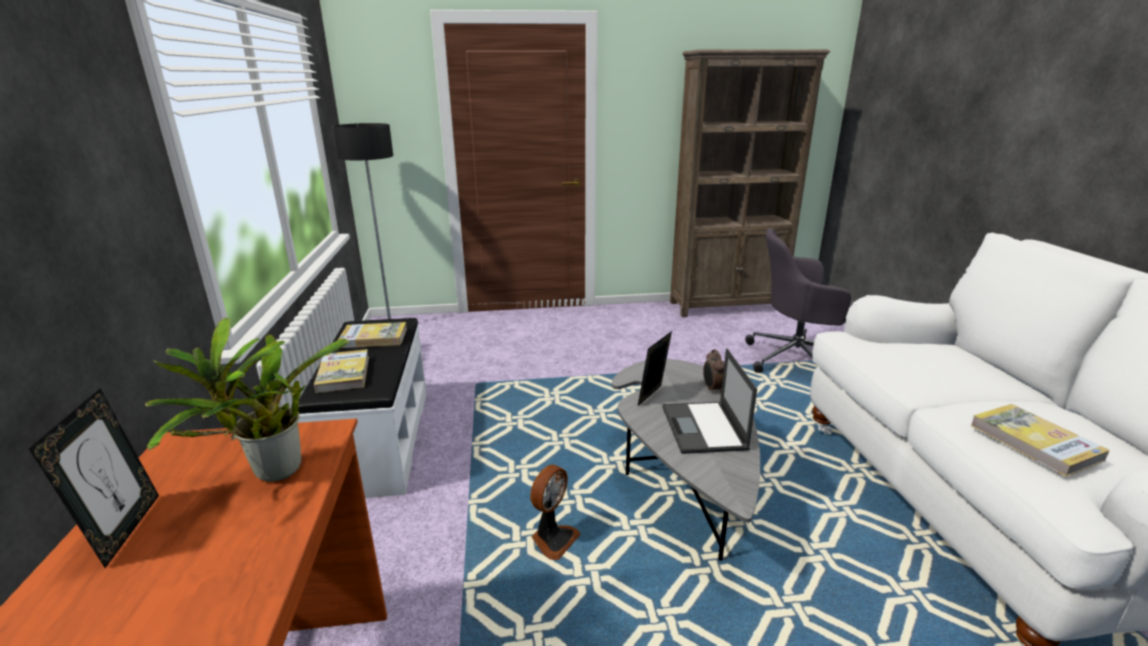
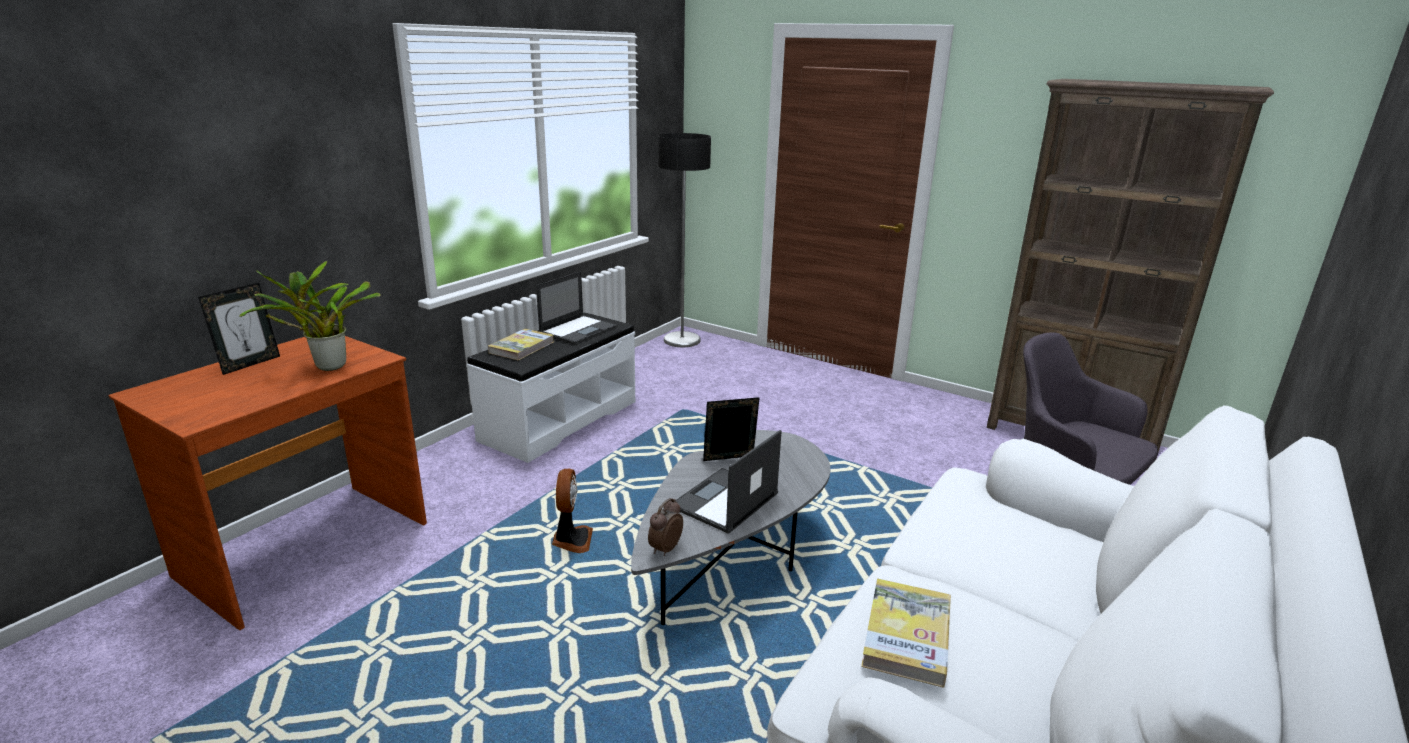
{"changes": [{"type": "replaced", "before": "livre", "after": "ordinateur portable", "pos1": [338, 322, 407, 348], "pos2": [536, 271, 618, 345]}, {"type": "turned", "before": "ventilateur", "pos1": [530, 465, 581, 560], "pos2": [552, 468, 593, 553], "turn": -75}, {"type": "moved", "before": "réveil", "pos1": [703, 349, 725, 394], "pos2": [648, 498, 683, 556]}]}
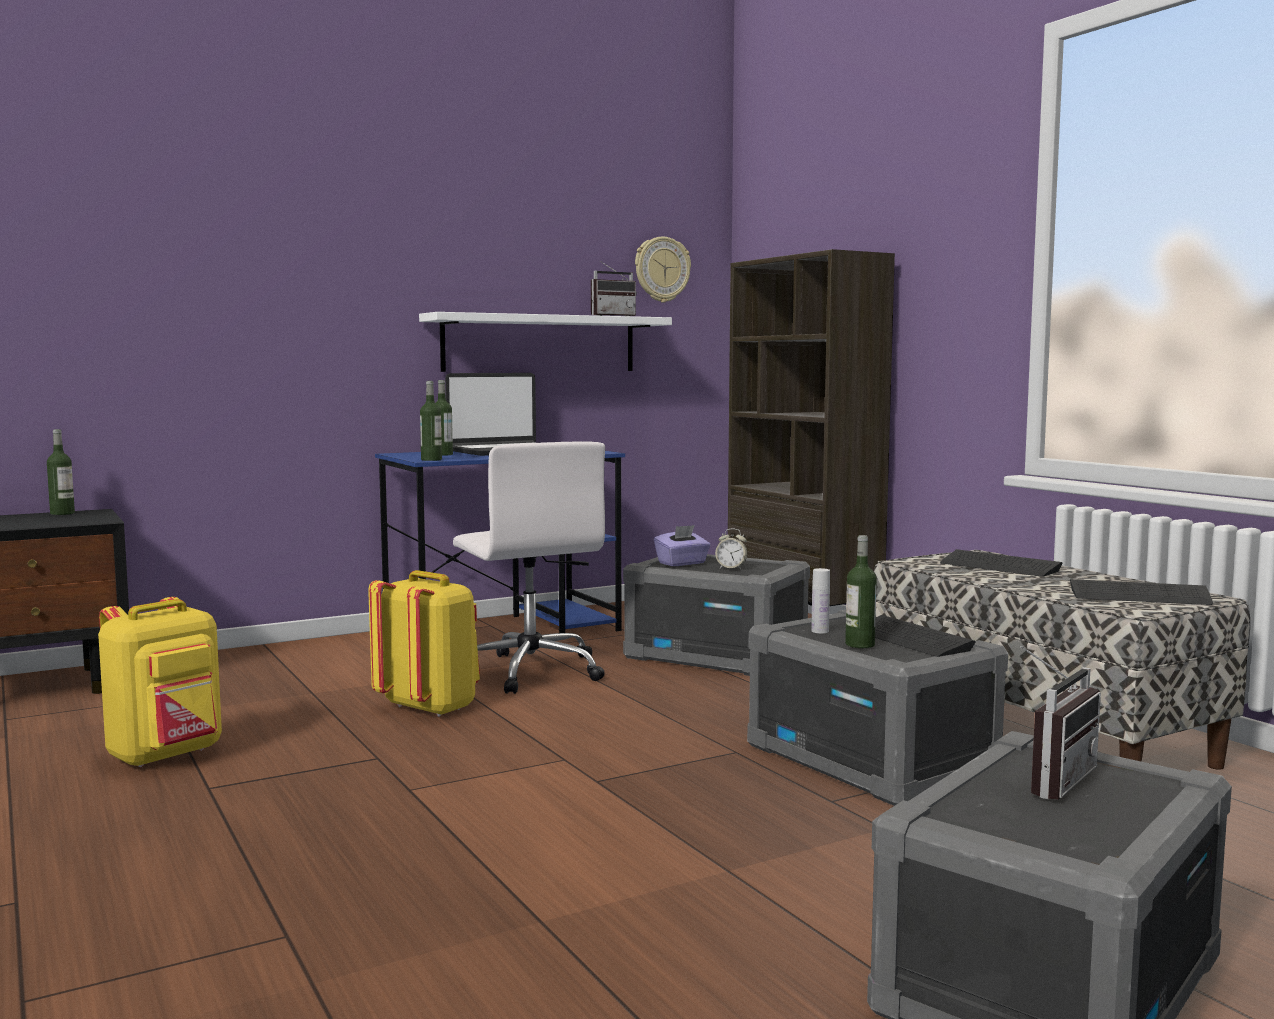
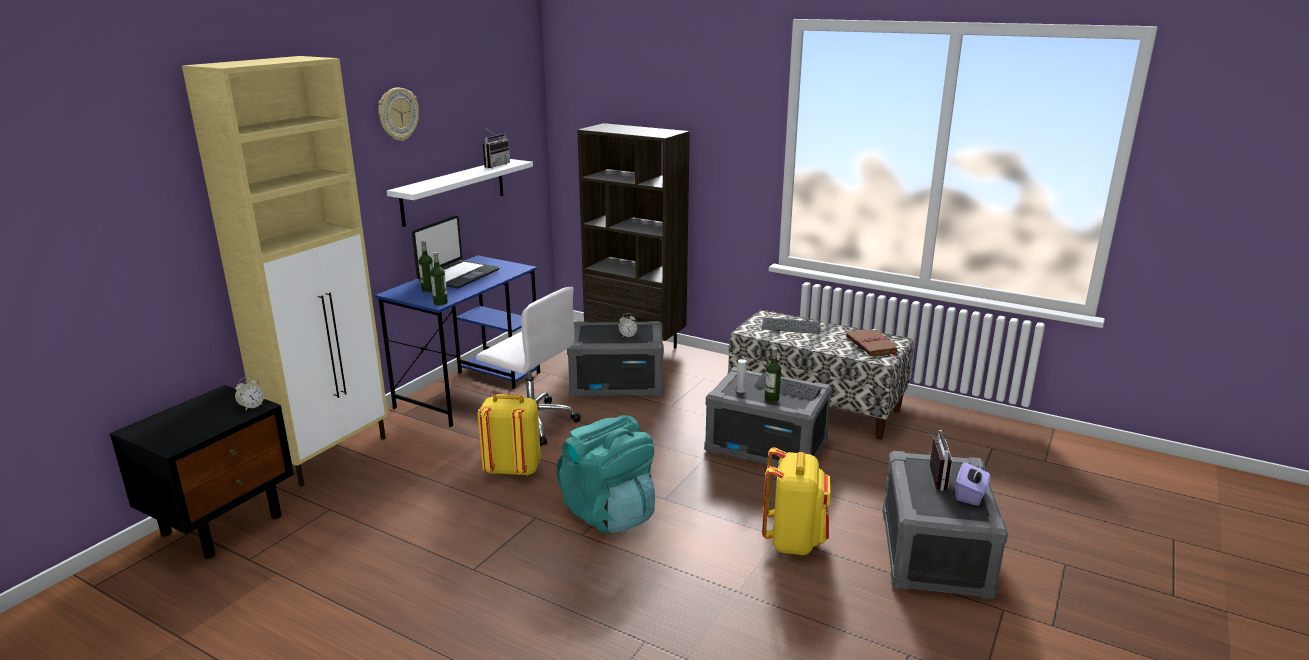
{"changes": [{"type": "removed", "before": "bouteille", "pos1": [47, 429, 75, 515]}, {"type": "moved", "before": "sac à dos (jaune)", "pos1": [98, 597, 222, 767], "pos2": [762, 447, 830, 555]}, {"type": "moved", "before": "horloge murale", "pos1": [635, 237, 691, 302], "pos2": [378, 87, 419, 141]}, {"type": "moved", "before": "boîte à mouchoirs (violet)", "pos1": [654, 525, 710, 566], "pos2": [956, 462, 990, 506]}, {"type": "replaced", "before": "clavier", "after": "livre (marron)", "pos1": [1070, 579, 1213, 605], "pos2": [846, 329, 900, 356]}, {"type": "added", "after": "meuble de rangement (beige)", "pos2": [182, 56, 388, 487]}, {"type": "added", "after": "réveil", "pos2": [235, 376, 264, 410]}, {"type": "added", "after": "sac à dos (turquoise)", "pos2": [557, 415, 655, 534]}]}
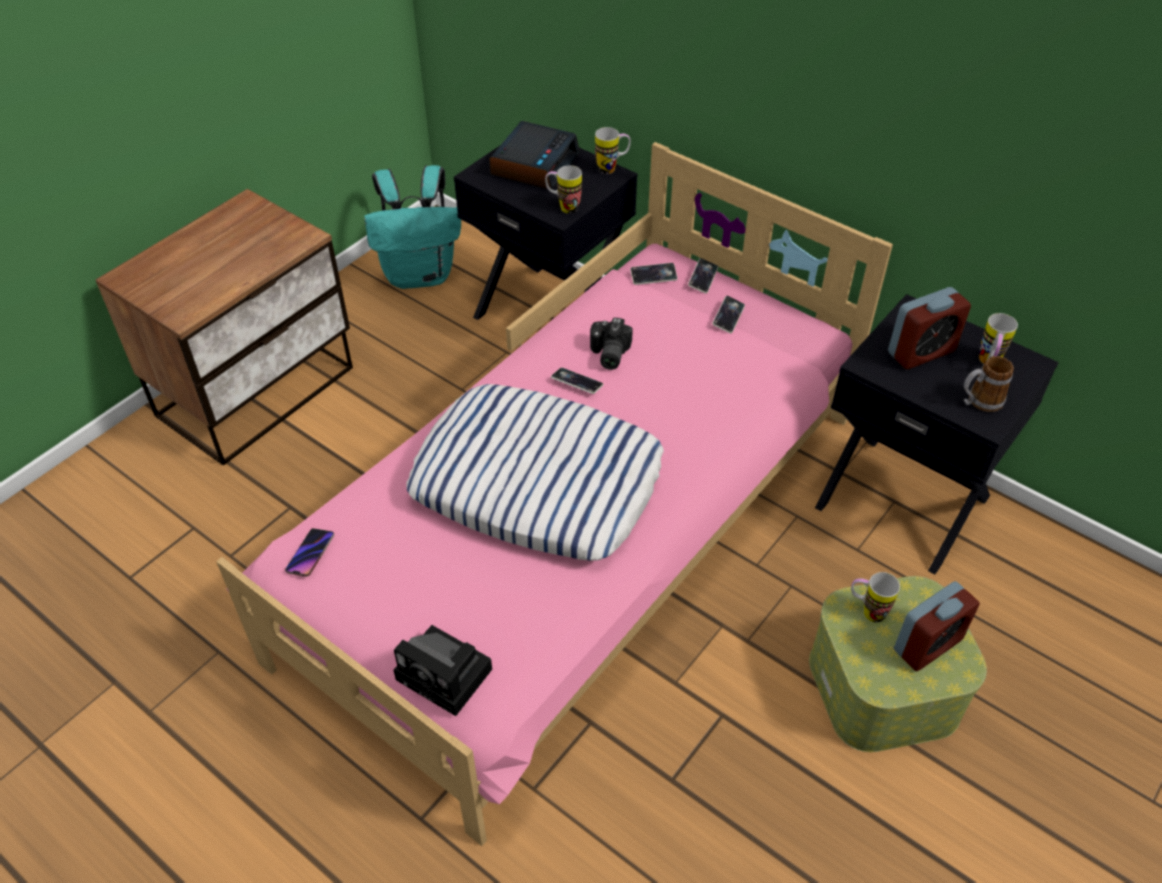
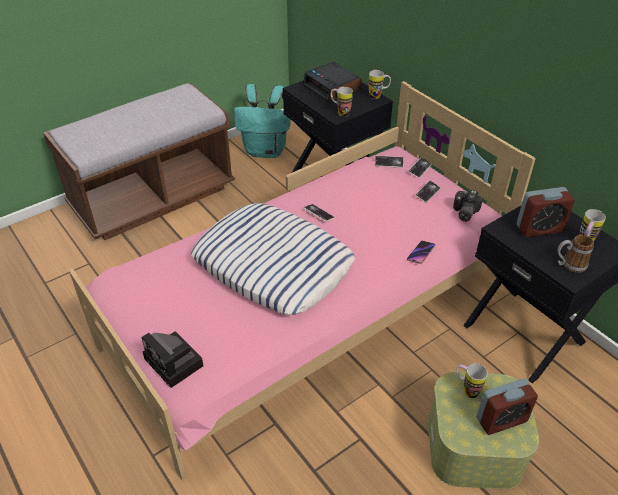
{"changes": [{"type": "replaced", "before": "table de chevet", "after": "banc (marron)", "pos1": [96, 189, 353, 466], "pos2": [44, 83, 235, 240]}, {"type": "moved", "before": "téléphone", "pos1": [285, 528, 334, 577], "pos2": [407, 241, 435, 264]}, {"type": "turned", "before": "réveil", "pos1": [489, 121, 580, 189], "pos2": [303, 62, 362, 102], "turn": 105}, {"type": "moved", "before": "appareil photo", "pos1": [590, 317, 633, 370], "pos2": [453, 190, 483, 222]}]}
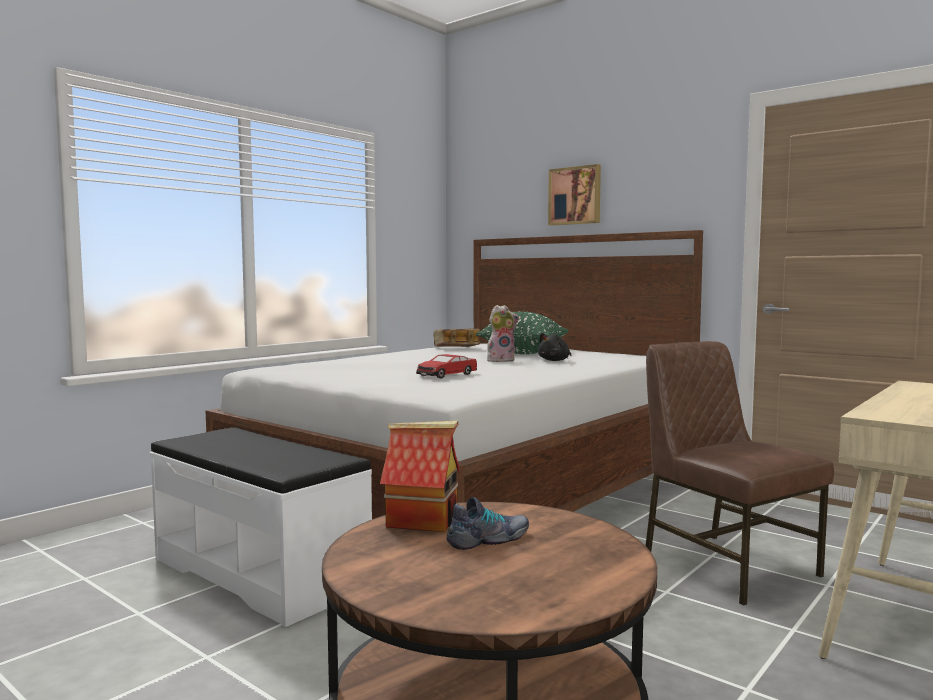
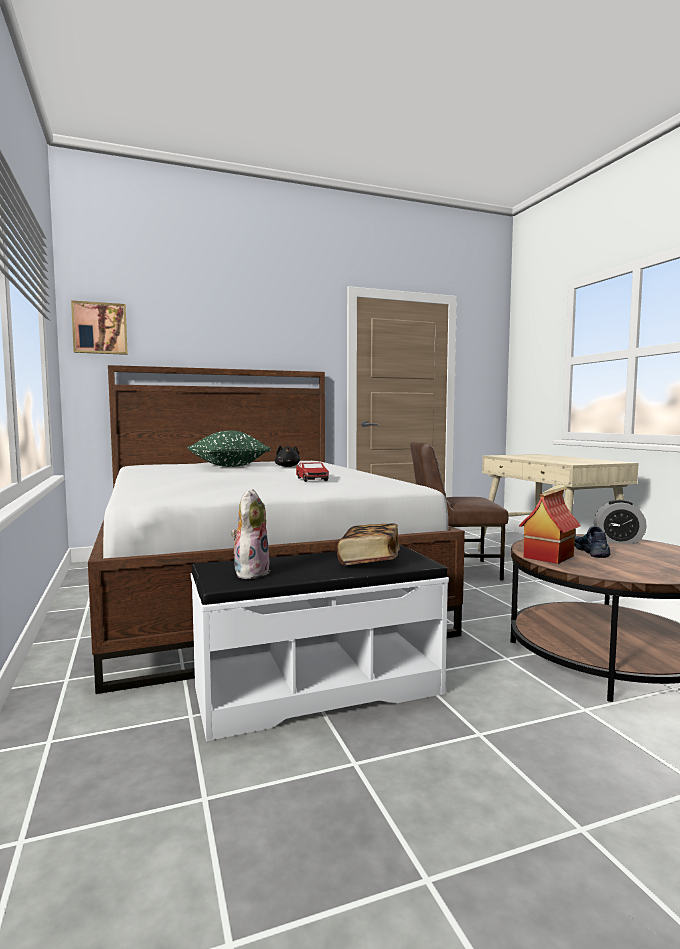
{"changes": [{"type": "moved", "before": "livre", "pos1": [433, 328, 481, 347], "pos2": [337, 523, 400, 565]}, {"type": "moved", "before": "peluche", "pos1": [487, 305, 519, 362], "pos2": [231, 489, 270, 579]}, {"type": "moved", "before": "tableau", "pos1": [548, 164, 601, 225], "pos2": [71, 300, 128, 355]}, {"type": "added", "after": "réveil", "pos2": [594, 500, 647, 544]}]}
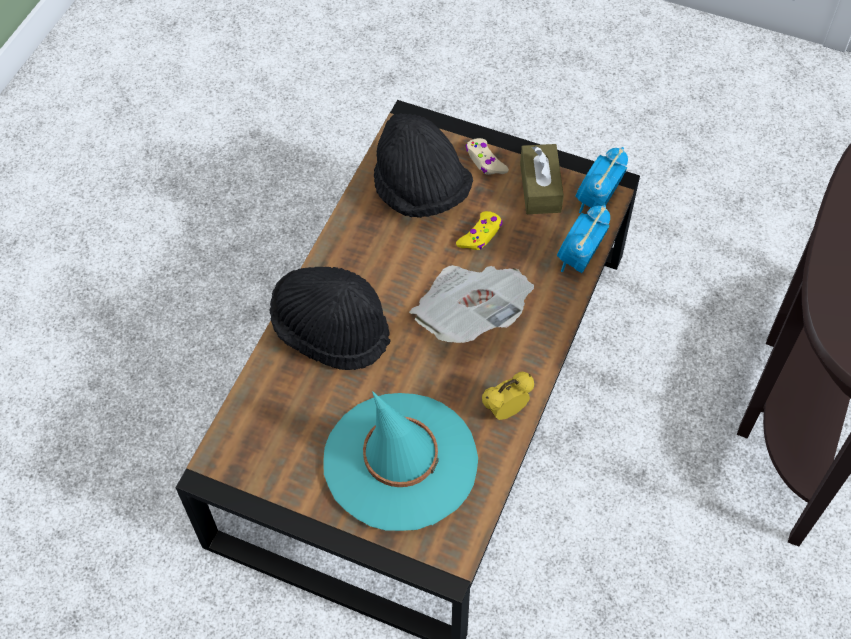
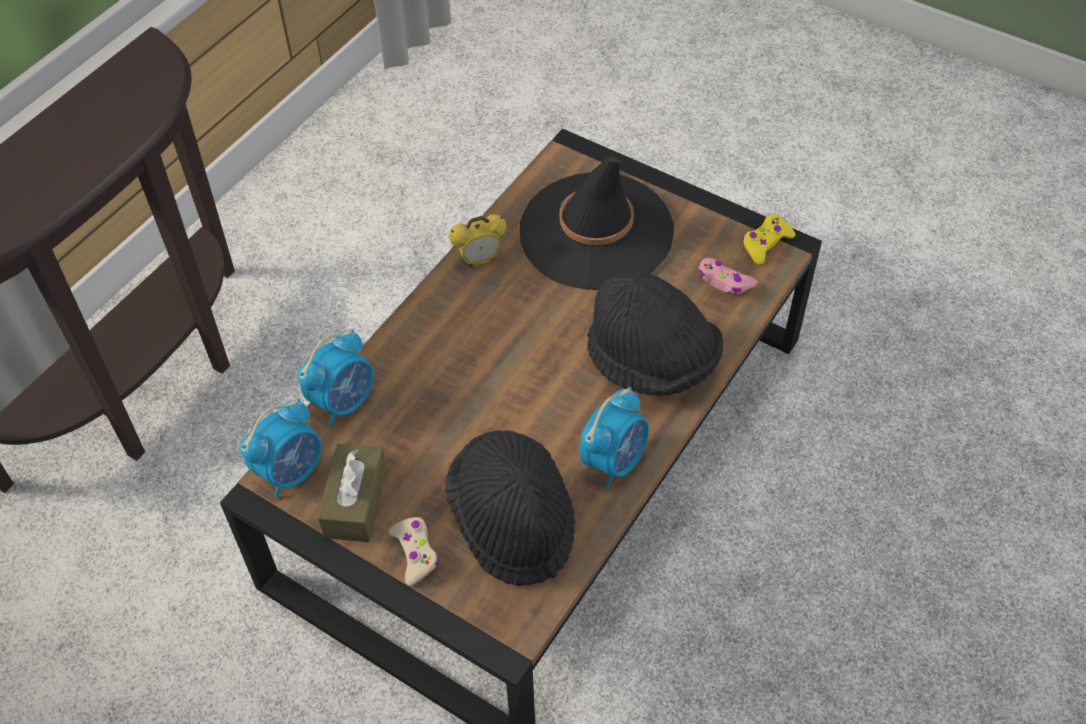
{"changes": [{"type": "recoloured", "before": "chapeau (turquoise)", "after": "chapeau (noir)", "pos1": [323, 391, 478, 531], "pos2": [520, 155, 674, 290]}, {"type": "removed", "before": "journal", "pos1": [409, 265, 534, 343]}, {"type": "moved", "before": "manette (jaune)", "pos1": [456, 211, 503, 250], "pos2": [742, 214, 795, 265]}, {"type": "added", "after": "réveil", "pos2": [579, 387, 649, 488]}, {"type": "added", "after": "manette (rose)", "pos2": [698, 258, 758, 294]}]}
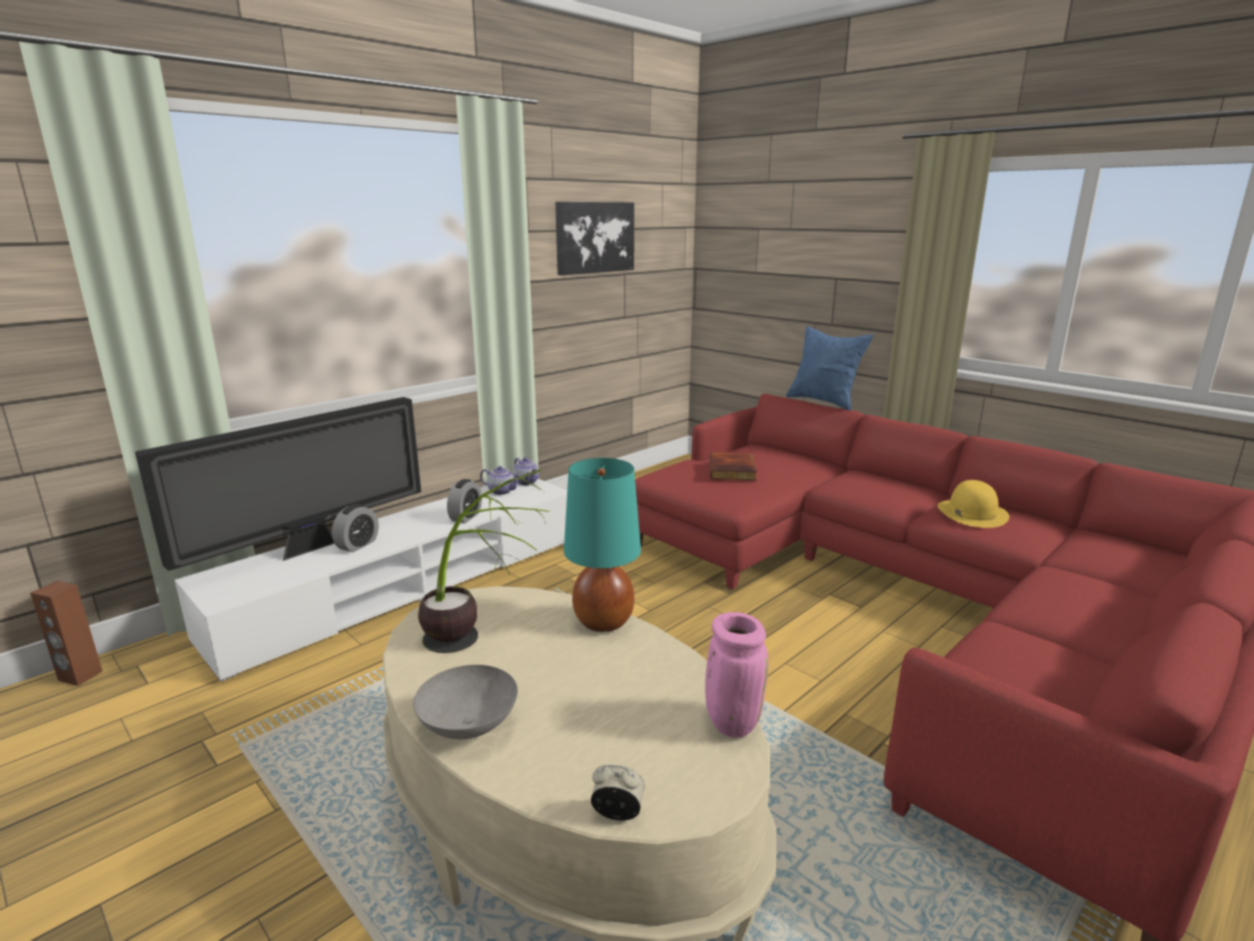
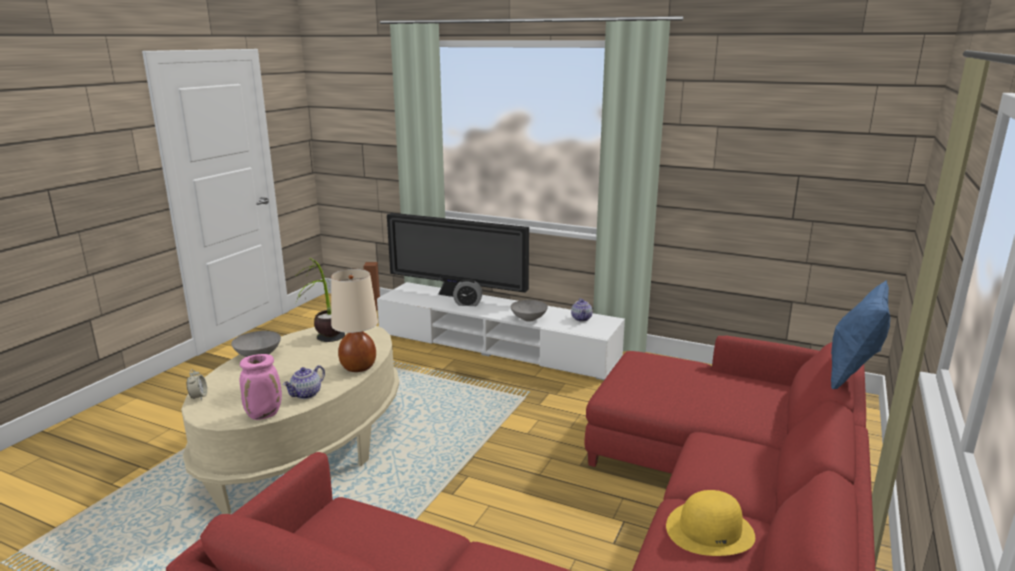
{"changes": [{"type": "replaced", "before": "réveil", "after": "bol (gris)", "pos1": [447, 479, 482, 523], "pos2": [511, 300, 548, 322]}, {"type": "moved", "before": "théière", "pos1": [512, 458, 539, 485], "pos2": [283, 365, 325, 399]}, {"type": "removed", "before": "tableau", "pos1": [555, 202, 634, 275]}, {"type": "recoloured", "before": "lampe de table (turquoise)", "after": "lampe de table (beige)", "pos1": [564, 458, 641, 632], "pos2": [331, 269, 378, 372]}, {"type": "removed", "before": "livre", "pos1": [710, 453, 757, 481]}]}
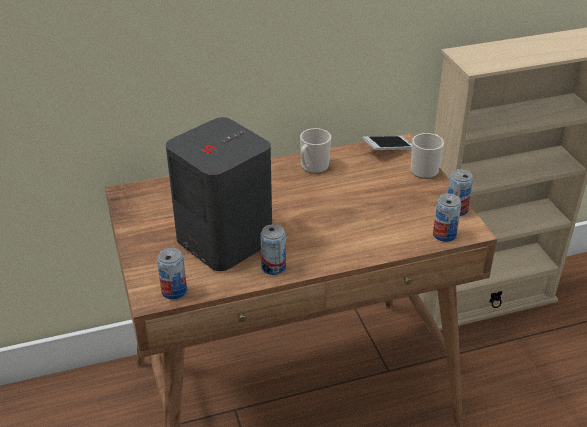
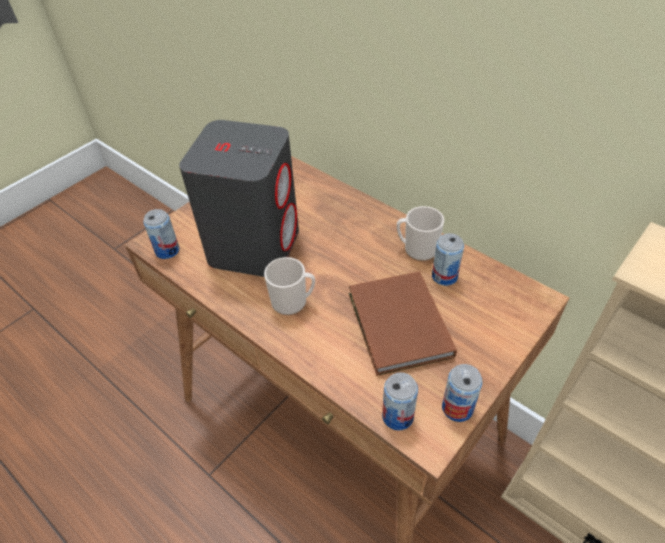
{"changes": [{"type": "moved", "before": "boîte métallique", "pos1": [260, 224, 286, 275], "pos2": [432, 233, 464, 286]}, {"type": "removed", "before": "téléphone", "pos1": [362, 136, 412, 150]}, {"type": "moved", "before": "mug", "pos1": [411, 133, 444, 179], "pos2": [264, 257, 315, 315]}, {"type": "added", "after": "livre (marron)", "pos2": [349, 271, 457, 376]}]}
